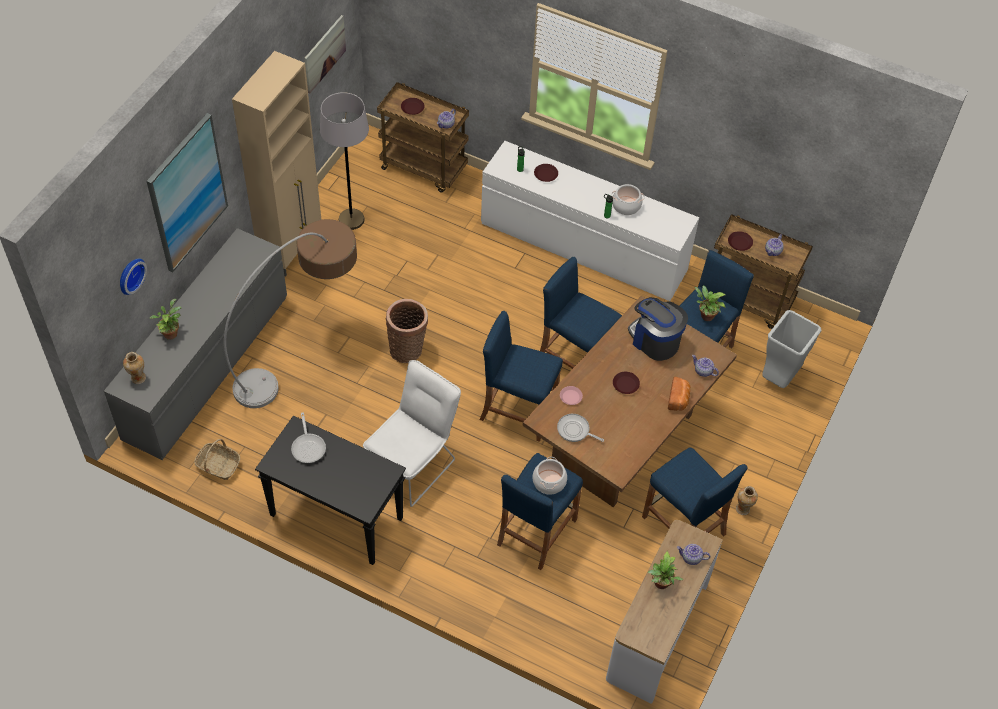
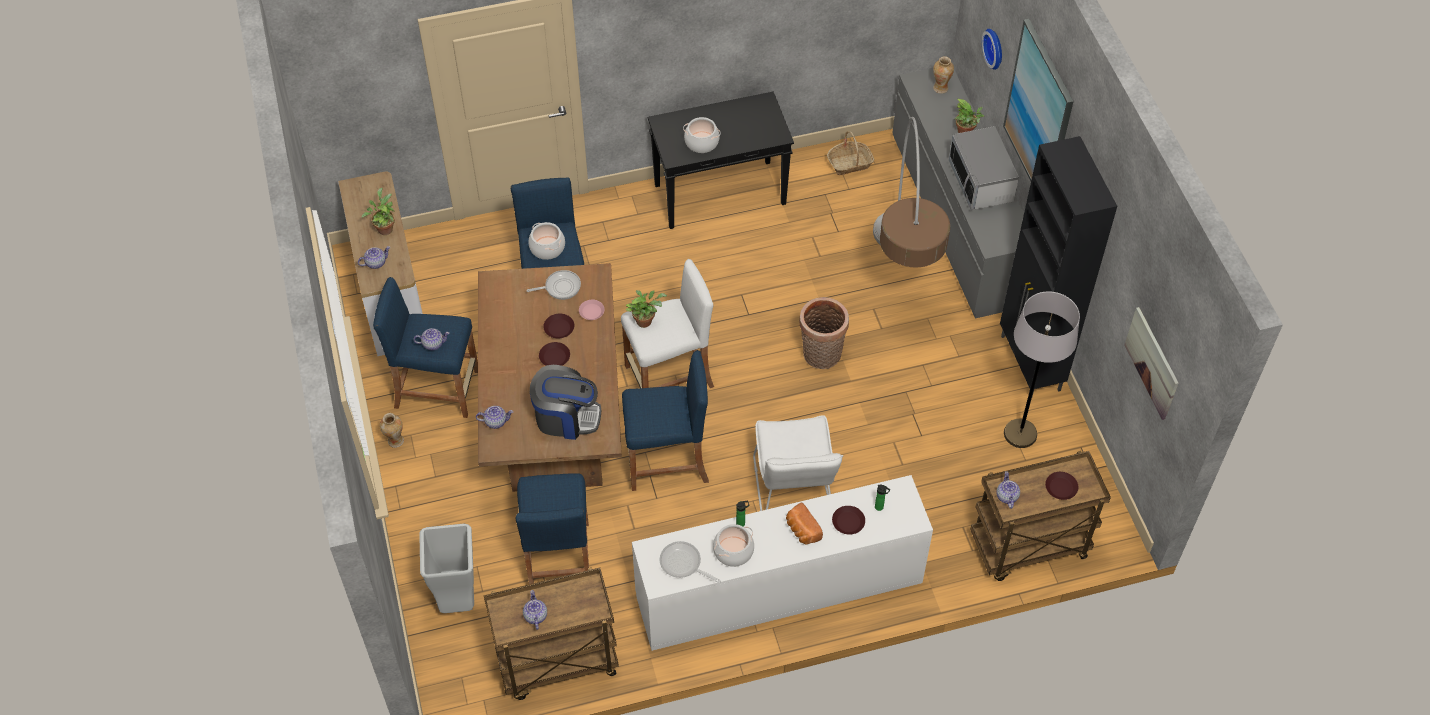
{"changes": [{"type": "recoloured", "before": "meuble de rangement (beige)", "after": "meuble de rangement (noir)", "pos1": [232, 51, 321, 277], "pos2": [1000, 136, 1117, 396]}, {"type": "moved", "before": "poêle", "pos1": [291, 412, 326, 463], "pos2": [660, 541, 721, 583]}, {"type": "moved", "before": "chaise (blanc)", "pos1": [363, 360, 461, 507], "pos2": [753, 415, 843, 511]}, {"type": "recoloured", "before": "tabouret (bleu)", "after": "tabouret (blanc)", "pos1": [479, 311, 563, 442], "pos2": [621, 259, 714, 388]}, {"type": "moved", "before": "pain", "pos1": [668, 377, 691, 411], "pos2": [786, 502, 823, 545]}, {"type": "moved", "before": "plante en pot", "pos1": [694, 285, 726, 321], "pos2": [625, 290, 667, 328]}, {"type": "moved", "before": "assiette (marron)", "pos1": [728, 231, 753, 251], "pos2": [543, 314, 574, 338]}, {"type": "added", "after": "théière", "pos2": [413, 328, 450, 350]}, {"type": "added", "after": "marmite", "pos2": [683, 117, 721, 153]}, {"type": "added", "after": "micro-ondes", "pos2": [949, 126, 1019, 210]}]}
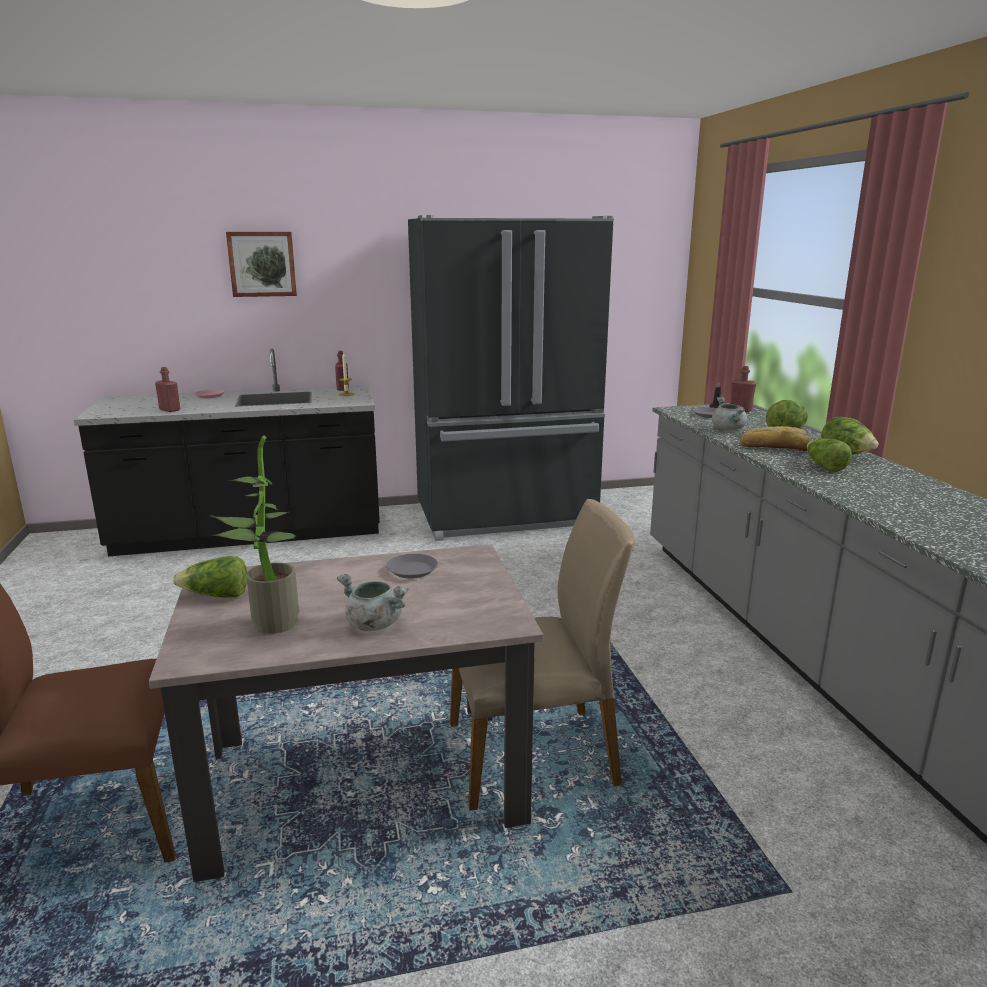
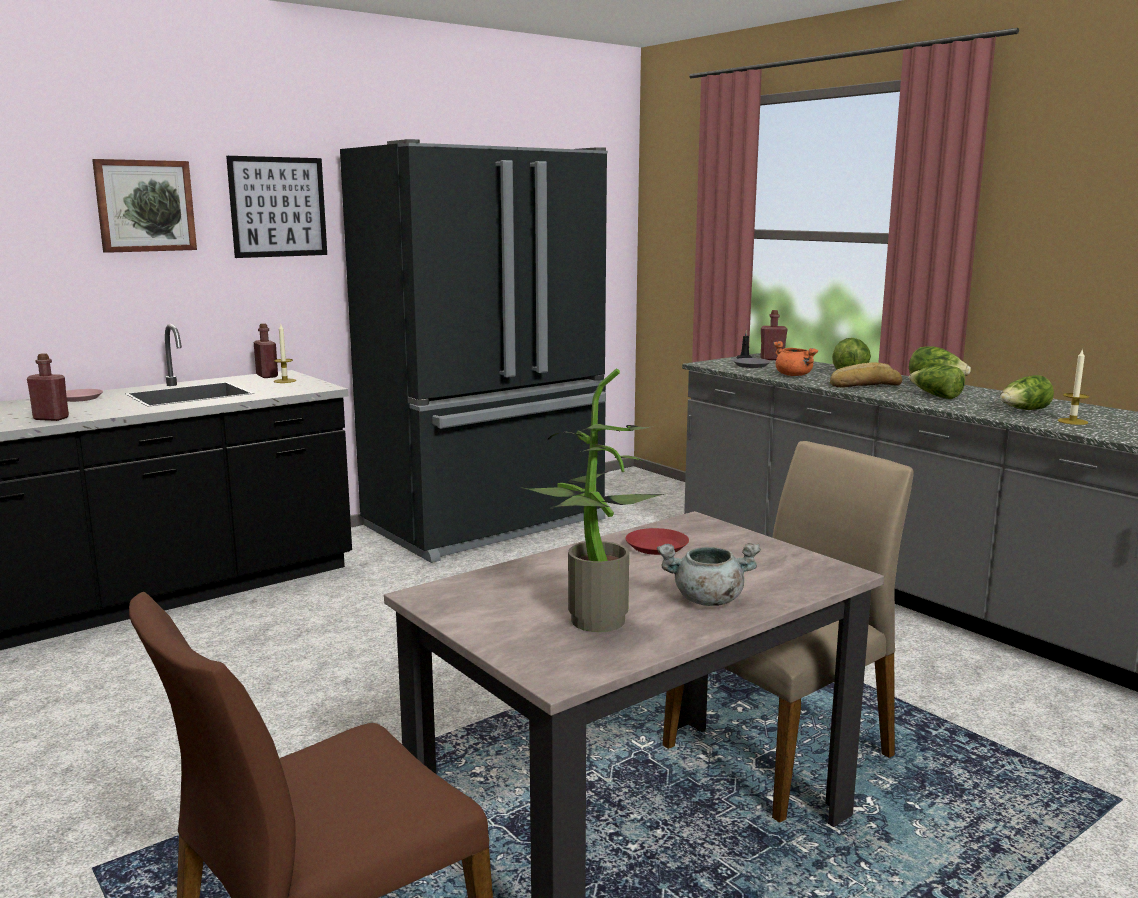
{"changes": [{"type": "moved", "before": "laitue", "pos1": [173, 556, 247, 597], "pos2": [1000, 375, 1054, 410]}, {"type": "recoloured", "before": "assiette (gris)", "after": "assiette (rouge)", "pos1": [387, 554, 438, 579], "pos2": [625, 528, 689, 555]}, {"type": "recoloured", "before": "marmite (gris)", "after": "marmite (orange)", "pos1": [712, 397, 747, 430], "pos2": [773, 341, 818, 376]}, {"type": "added", "after": "tableau", "pos2": [226, 156, 327, 258]}, {"type": "added", "after": "bougie", "pos2": [1058, 350, 1089, 425]}]}
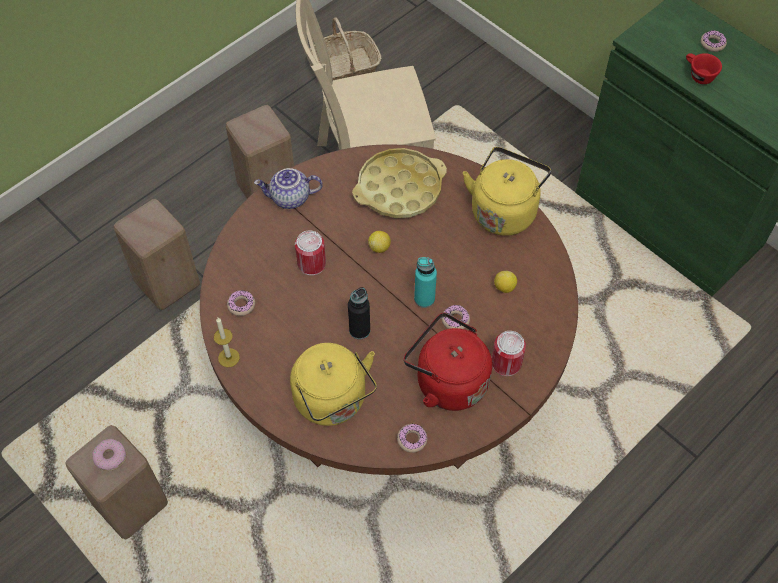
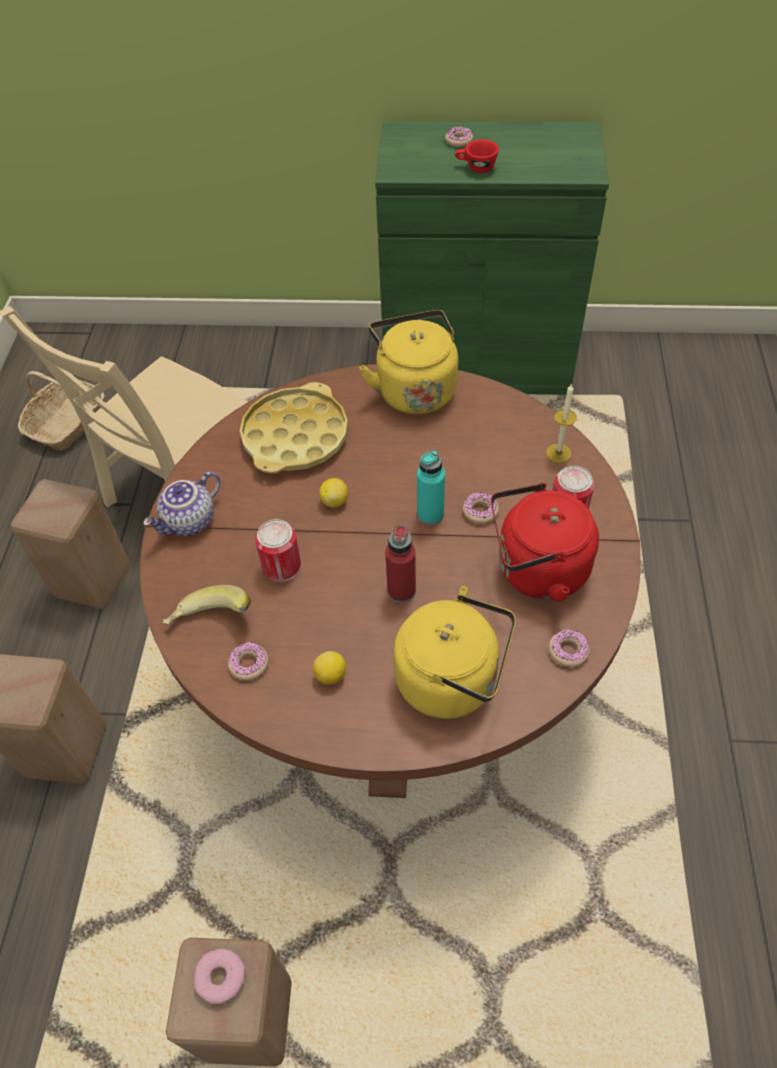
{"changes": [{"type": "moved", "before": "bougie", "pos1": [214, 318, 240, 367], "pos2": [546, 383, 577, 463]}, {"type": "recoloured", "before": "bouteille (noir)", "after": "bouteille (rouge)", "pos1": [348, 287, 370, 340], "pos2": [385, 525, 416, 603]}, {"type": "moved", "before": "citron", "pos1": [494, 271, 517, 293], "pos2": [313, 651, 346, 684]}, {"type": "added", "after": "banane", "pos2": [163, 585, 251, 625]}]}
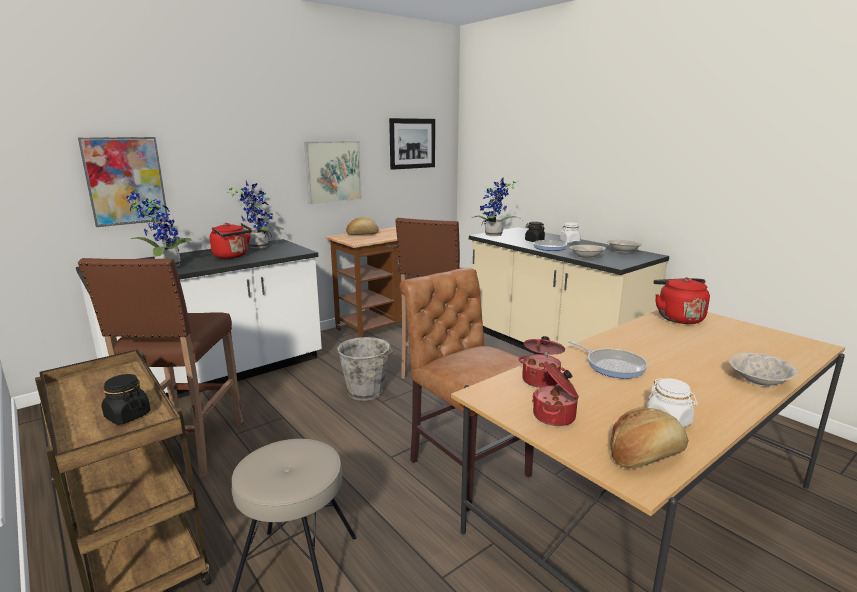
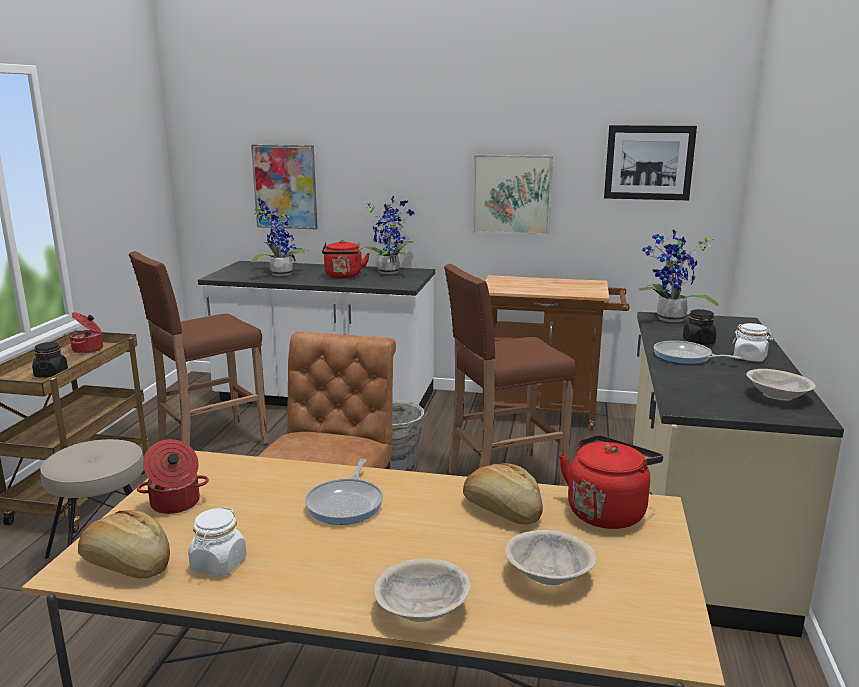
{"changes": [{"type": "moved", "before": "pain", "pos1": [346, 217, 379, 235], "pos2": [463, 462, 543, 525]}, {"type": "moved", "before": "marmite", "pos1": [518, 336, 566, 388], "pos2": [69, 312, 103, 354]}, {"type": "moved", "before": "bol (beige)", "pos1": [569, 245, 606, 259], "pos2": [505, 530, 597, 585]}]}
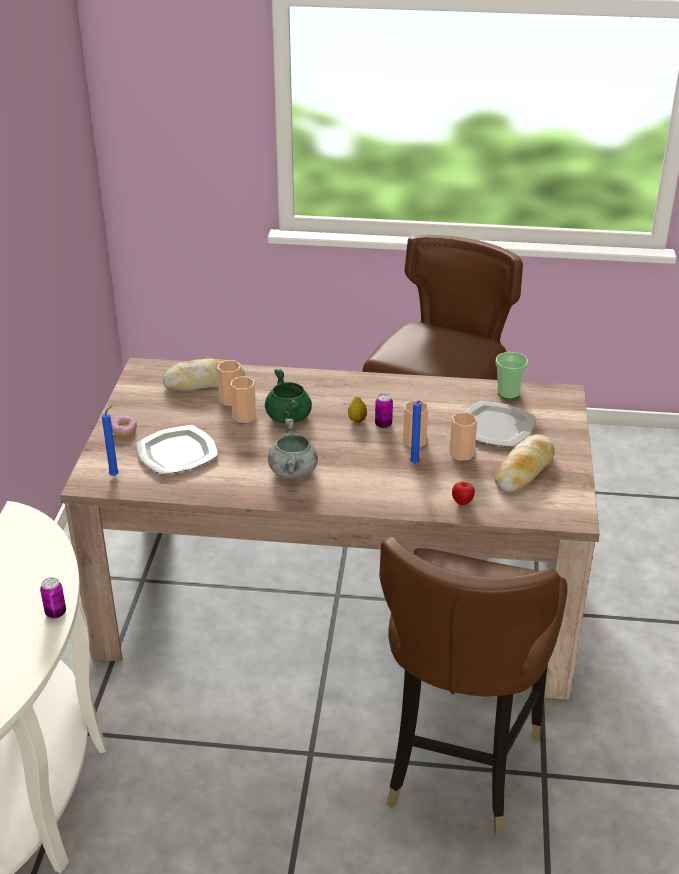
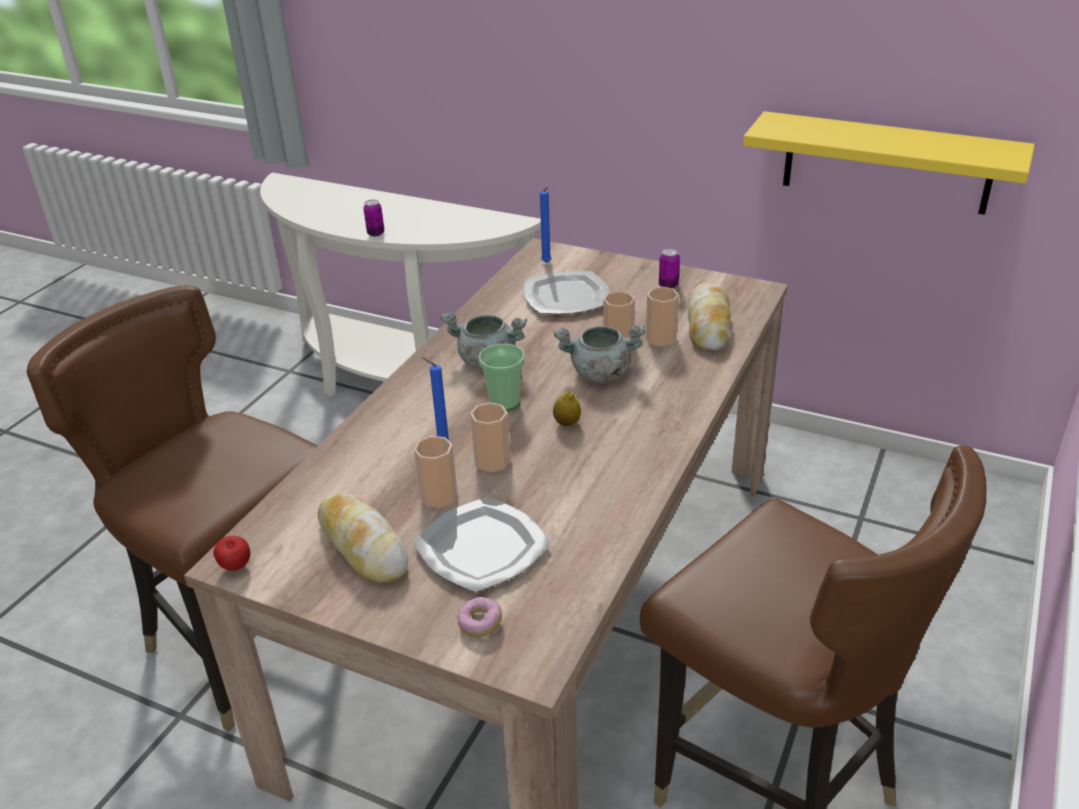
{"changes": [{"type": "moved", "before": "beignet", "pos1": [112, 416, 137, 437], "pos2": [458, 597, 502, 637]}, {"type": "recoloured", "before": "marmite (vert)", "after": "marmite (gris)", "pos1": [265, 369, 312, 423], "pos2": [554, 325, 645, 382]}, {"type": "moved", "before": "boîte métallique", "pos1": [375, 394, 393, 428], "pos2": [659, 249, 680, 289]}, {"type": "moved", "before": "pomme", "pos1": [452, 482, 475, 505], "pos2": [213, 536, 250, 571]}, {"type": "moved", "before": "tasse", "pos1": [496, 352, 528, 399], "pos2": [478, 344, 525, 411]}, {"type": "added", "after": "étagère (jaune)", "pos2": [743, 111, 1035, 215]}]}
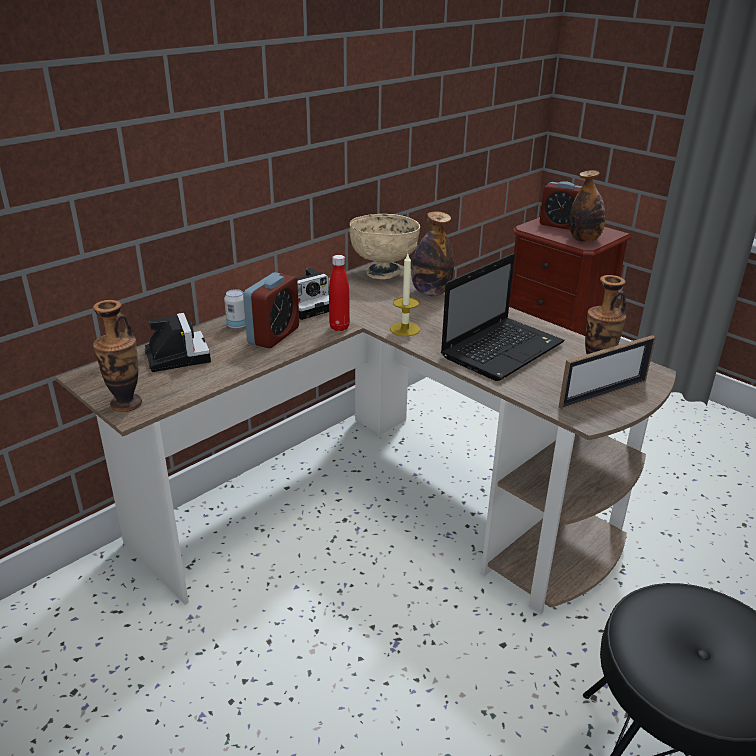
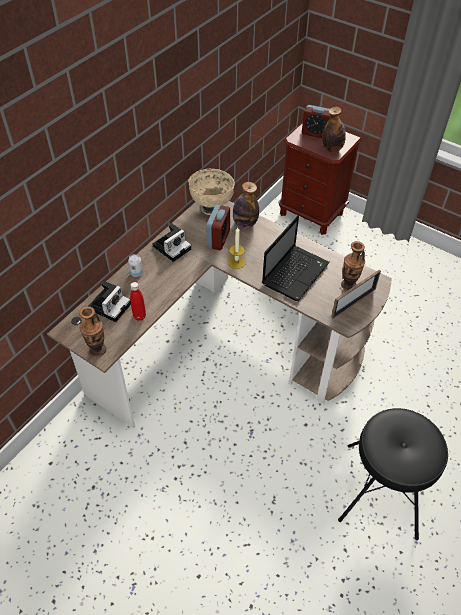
{"changes": [{"type": "turned", "before": "appareil photo", "pos1": [145, 313, 211, 372], "pos2": [88, 281, 131, 322], "turn": 60}, {"type": "moved", "before": "réveil", "pos1": [243, 272, 299, 348], "pos2": [206, 205, 230, 250]}, {"type": "moved", "before": "bouteille (rouge)", "pos1": [329, 255, 350, 331], "pos2": [130, 282, 146, 321]}]}
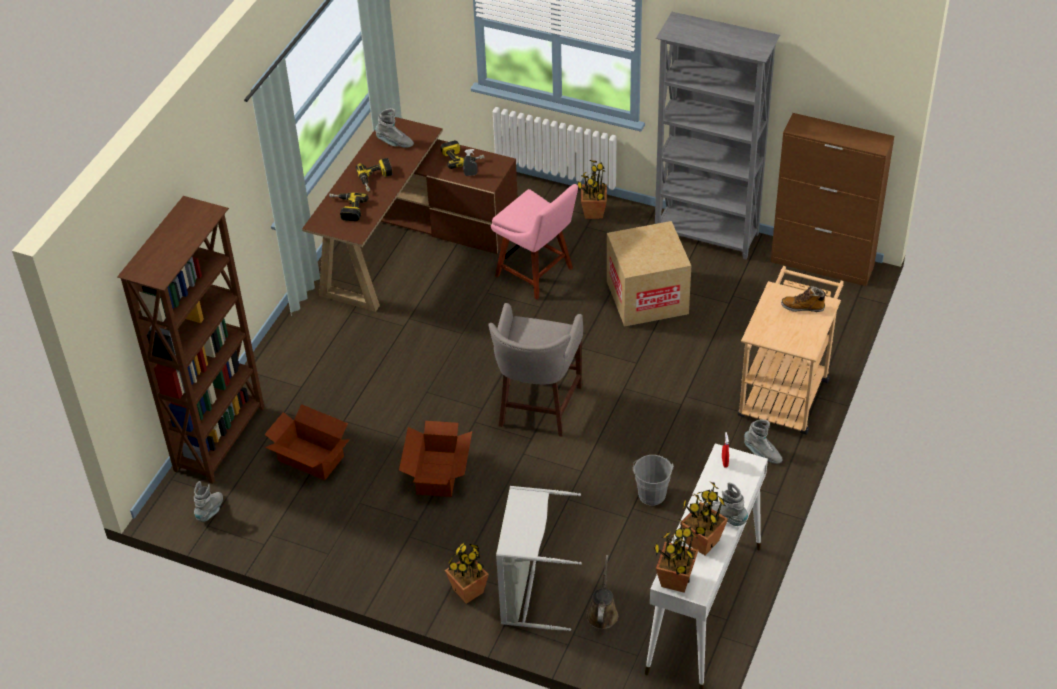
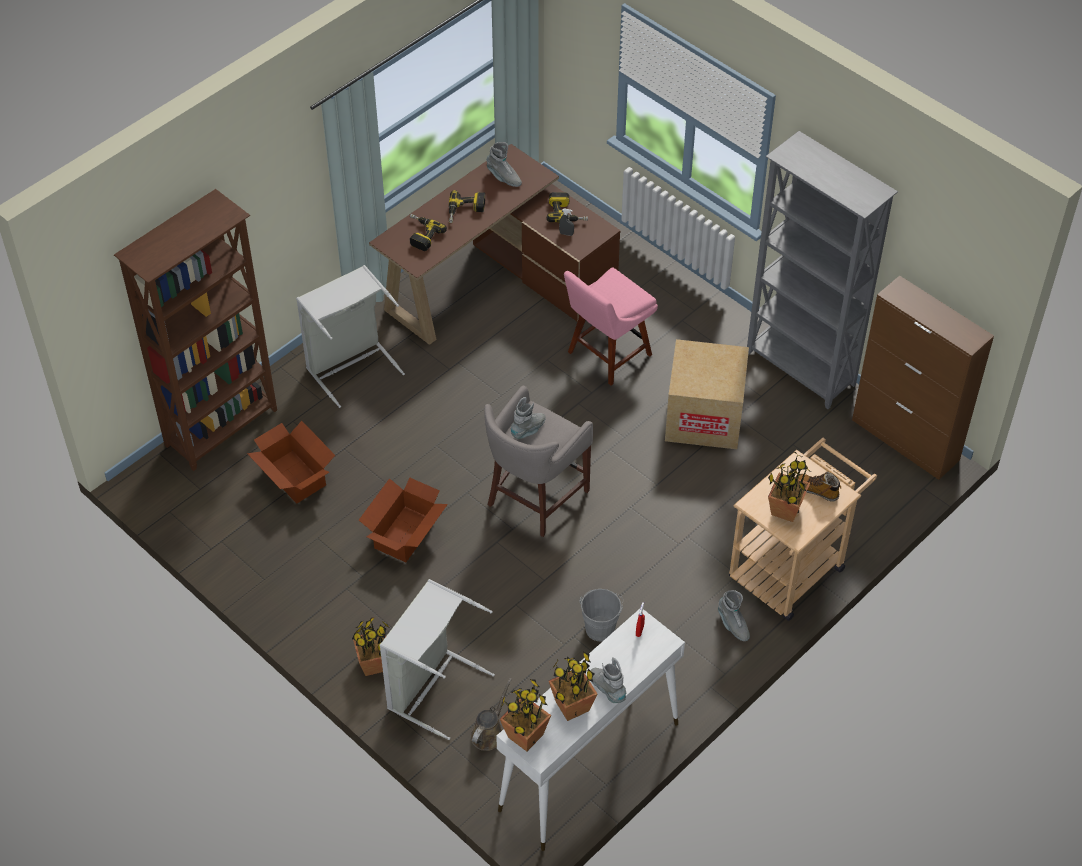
{"changes": [{"type": "moved", "before": "botte (gris)", "pos1": [194, 481, 223, 522], "pos2": [510, 397, 546, 439]}, {"type": "turned", "before": "chaise (rose)", "pos1": [491, 184, 578, 299], "pos2": [564, 267, 658, 385], "turn": 75}, {"type": "moved", "before": "plante en pot", "pos1": [577, 160, 607, 219], "pos2": [768, 452, 811, 522]}, {"type": "added", "after": "panier à linge (gris)", "pos2": [296, 265, 405, 408]}]}
